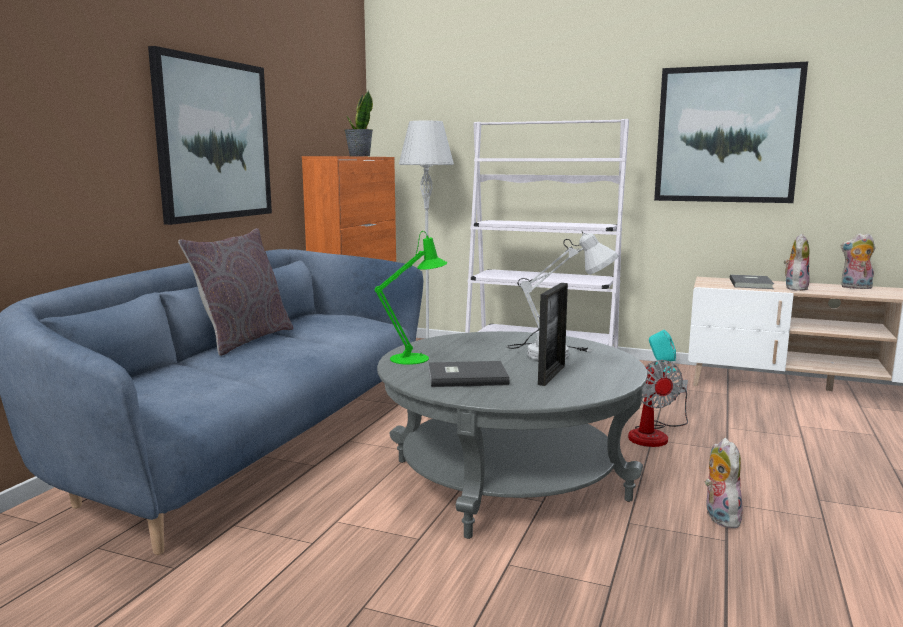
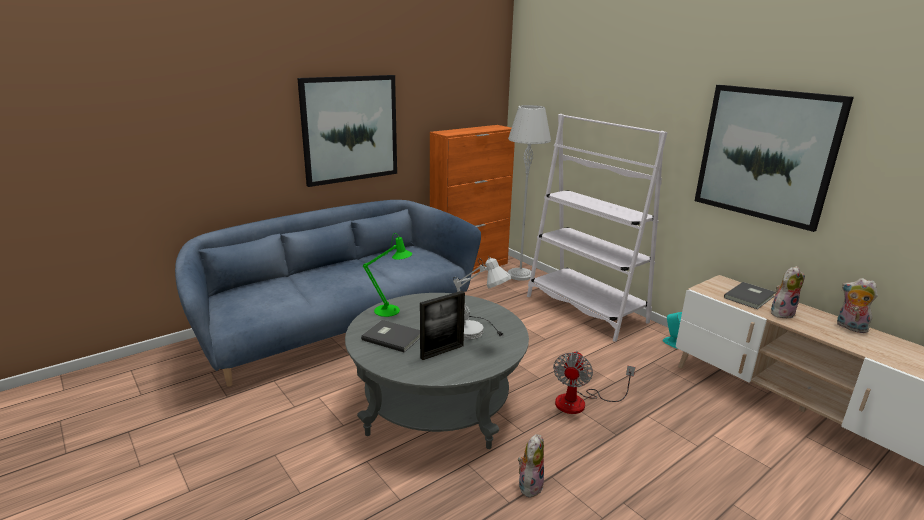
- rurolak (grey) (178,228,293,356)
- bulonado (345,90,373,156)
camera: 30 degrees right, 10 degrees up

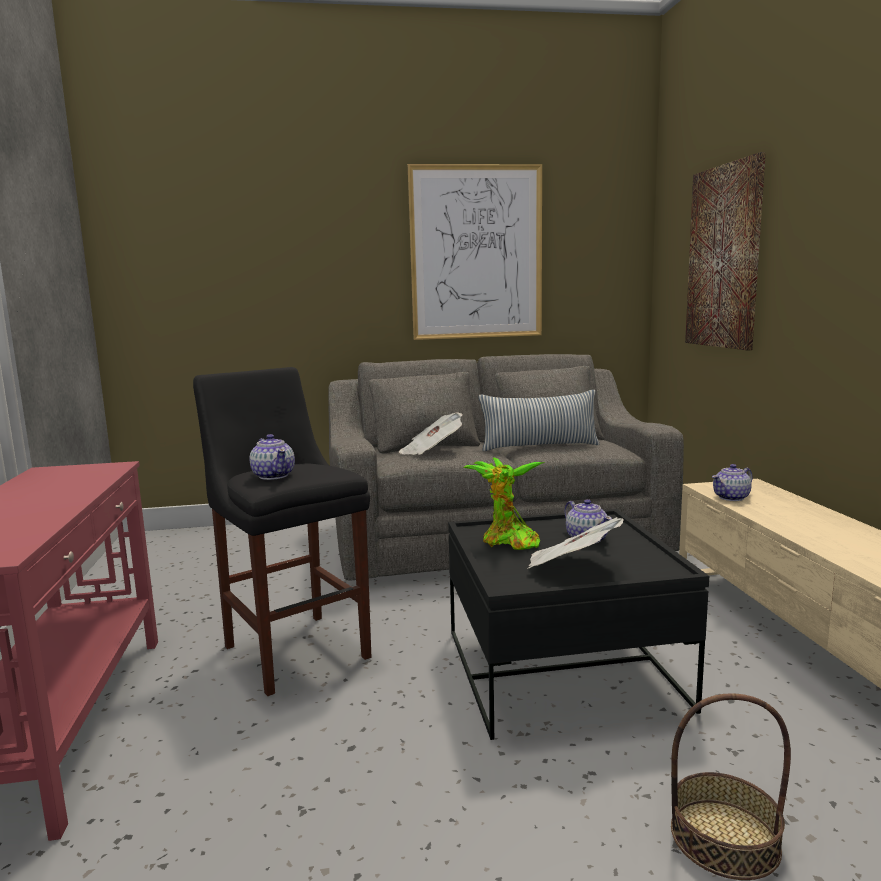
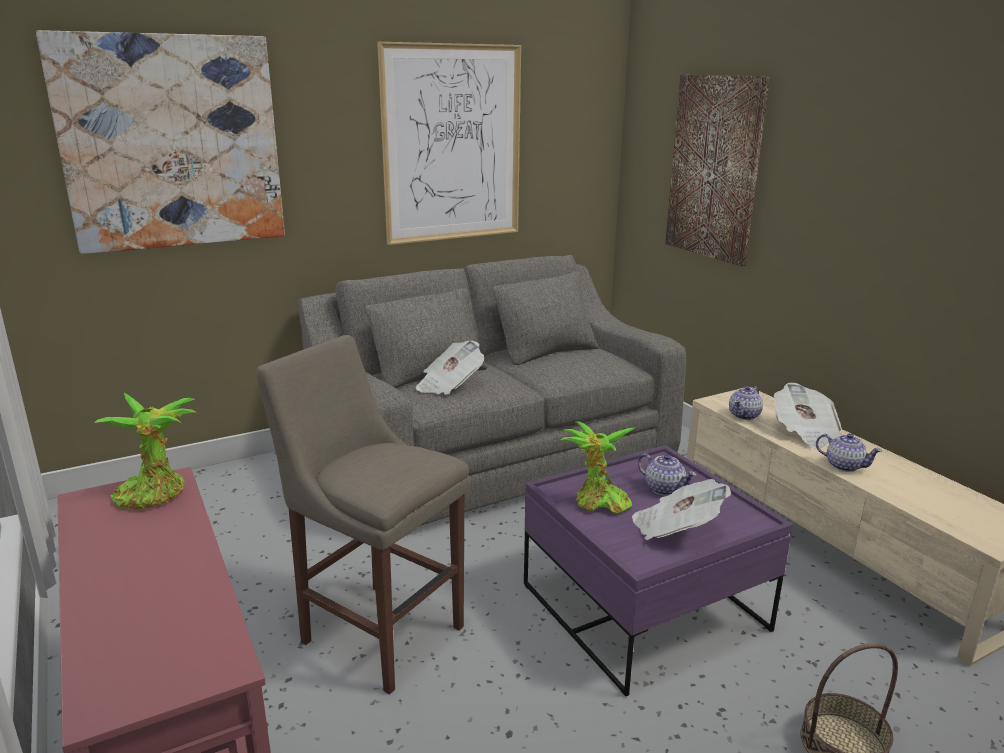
- rurolak (479,390,600,451)
+ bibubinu (36,30,285,254)
+ bulonado (94,393,196,510)
+ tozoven (774,383,842,449)
~ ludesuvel (249,434,295,480) to (816,433,882,472)
~ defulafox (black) (193,367,371,696) to defulafox (beige) (256,335,470,695)
~ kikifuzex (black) (448,509,709,740) to kikifuzex (purple) (524,445,793,696)
camera: 20 degrees left, 10 degrees up

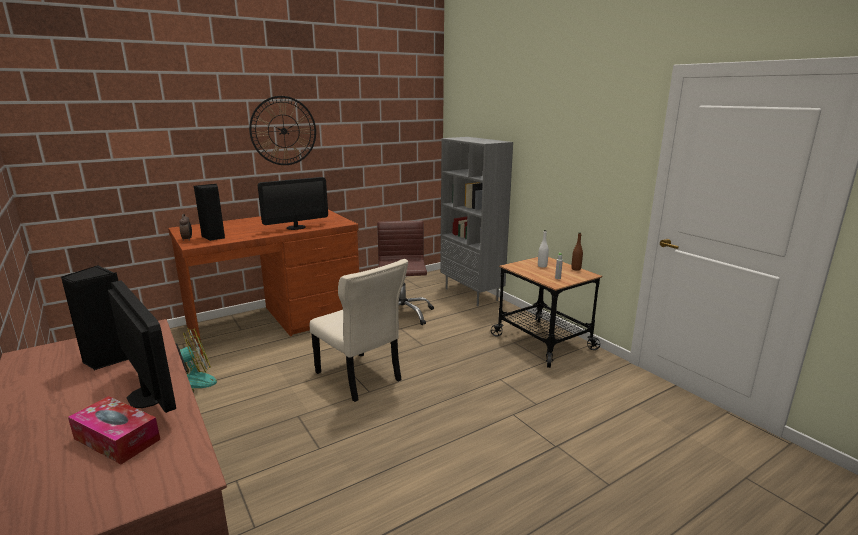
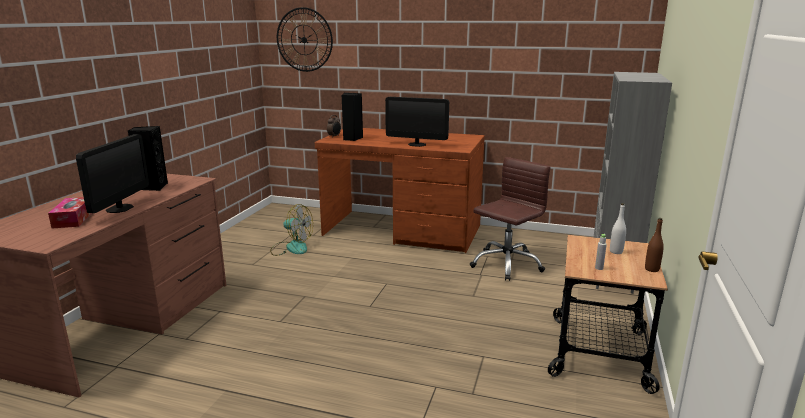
- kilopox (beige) (310,259,408,402)
~ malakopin (249,96,316,165) to (277,7,333,72)
camera: 50 degrees right, 0 degrees up

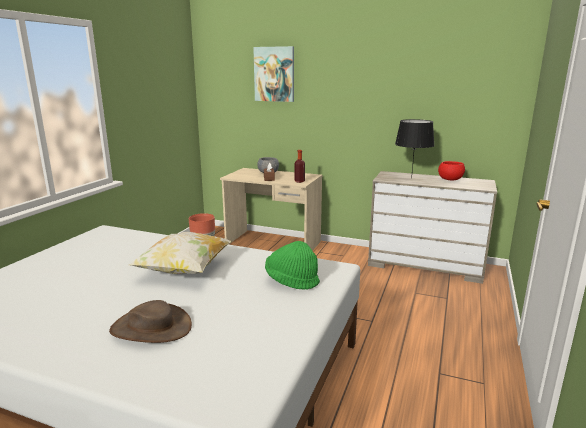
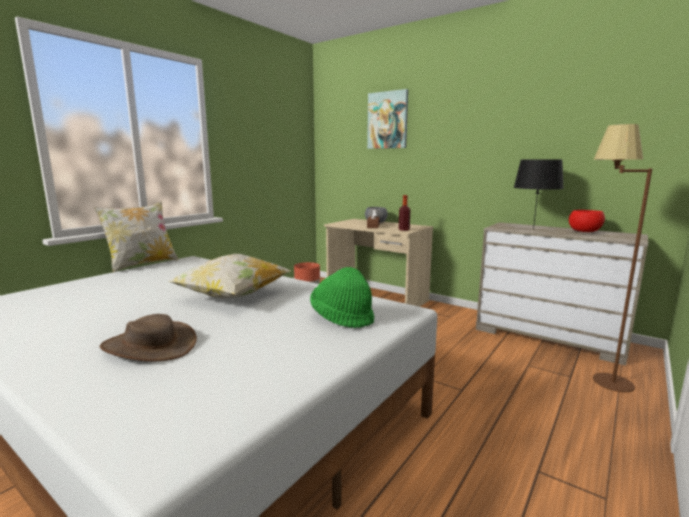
+ rurolak (94,202,178,273)
+ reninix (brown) (593,124,652,392)
camera: 15 degrees right, 5 degrees down

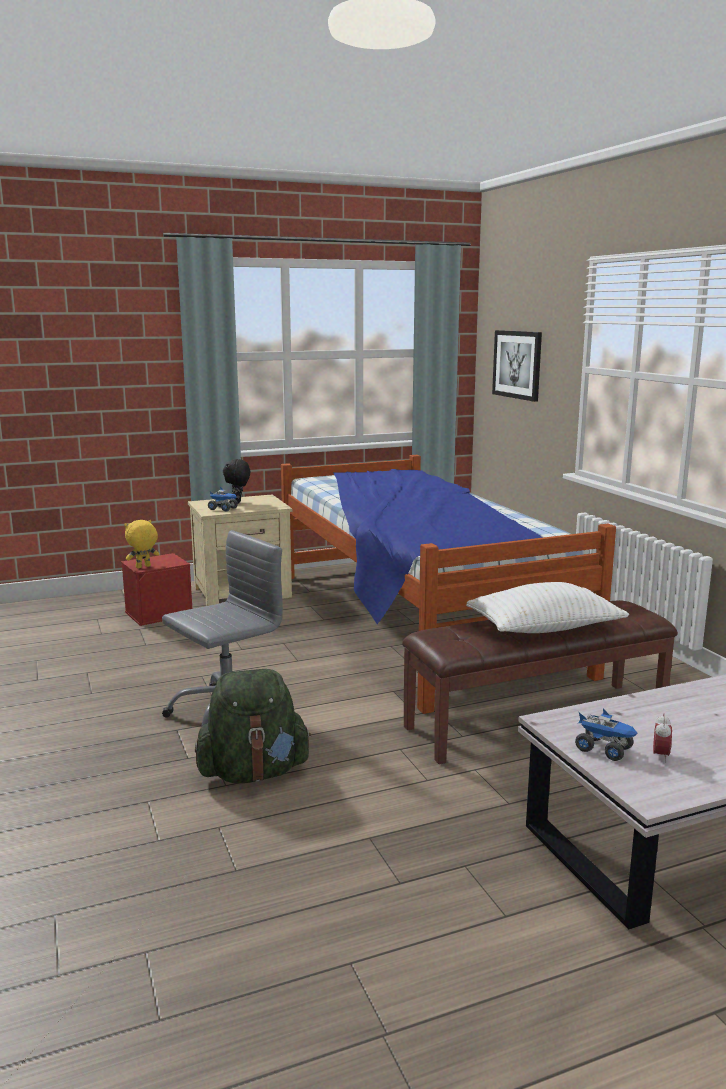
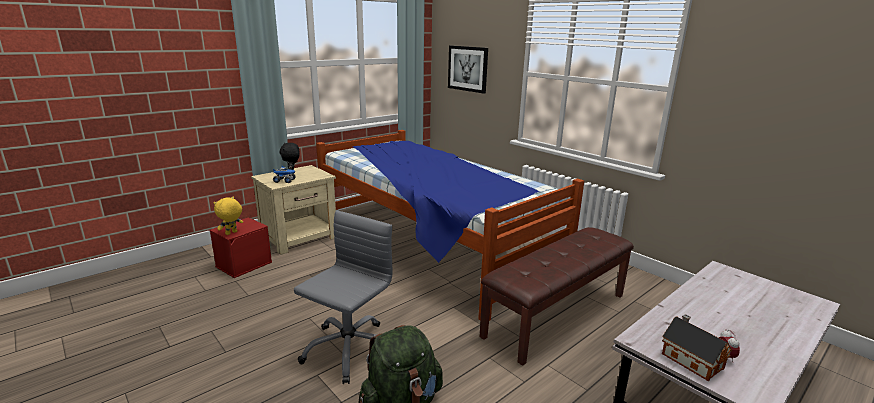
- rurolak (white) (466,582,629,633)
~ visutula (575,709,637,761) to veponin (662,314,732,381)
camera: 20 degrees left, 5 degrees up

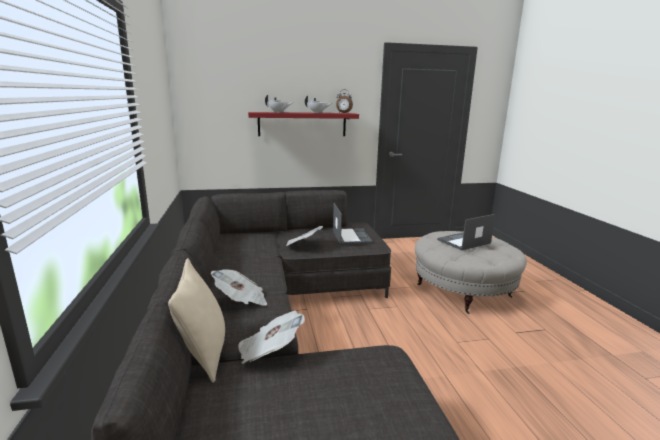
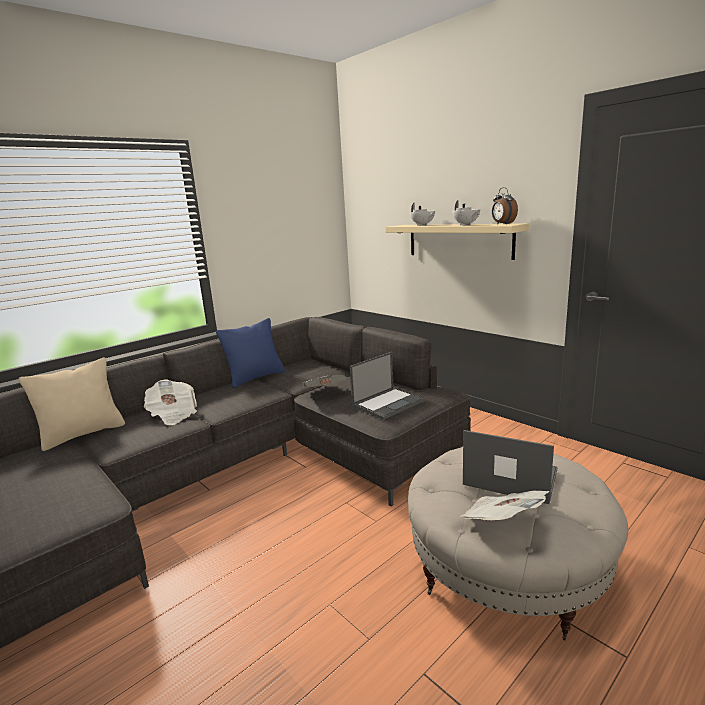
+ rurolak (blue) (216,318,285,388)
~ tozoven (238,310,305,364) to (459,490,549,520)
~ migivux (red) (248,112,359,136) to migivux (beige) (386,223,529,260)
camera: 60 degrees right, 0 degrees up

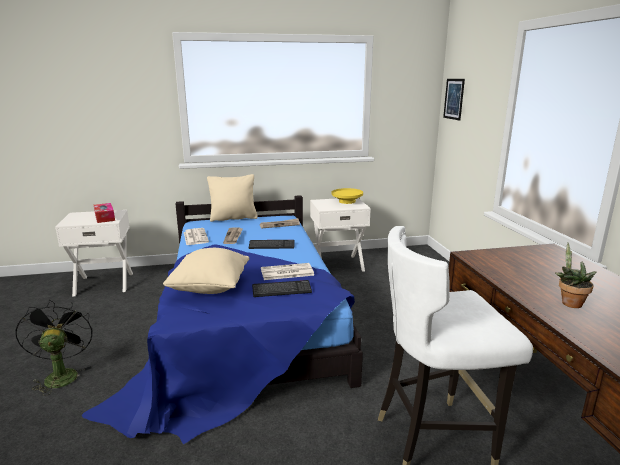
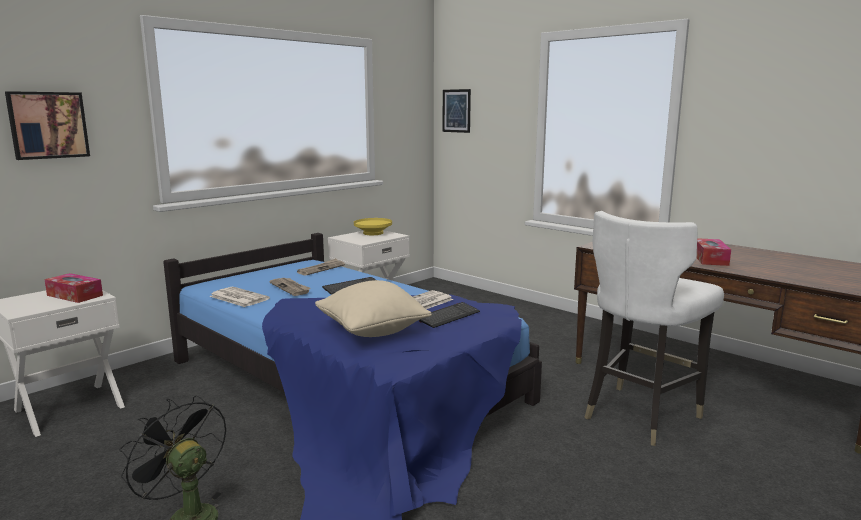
- rurolak (beige) (207,174,258,222)
+ bibubinu (5,91,90,160)
~ bulonado (555,242,596,308) to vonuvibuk (696,238,731,266)
camera: 35 degrees left, 5 degrees down

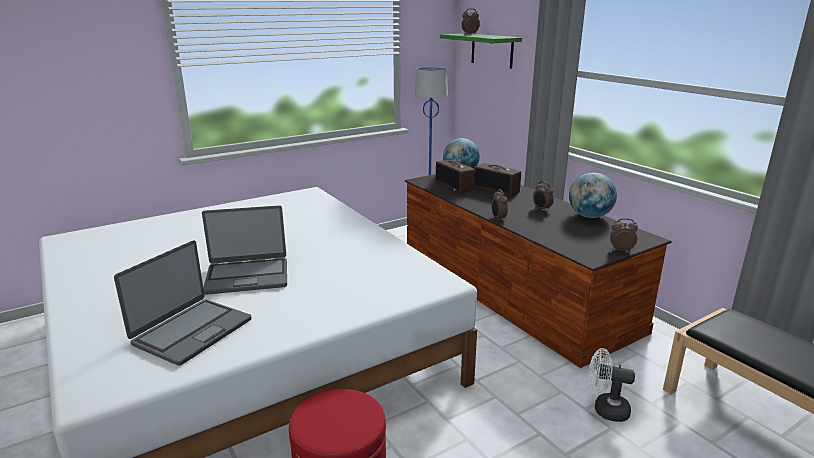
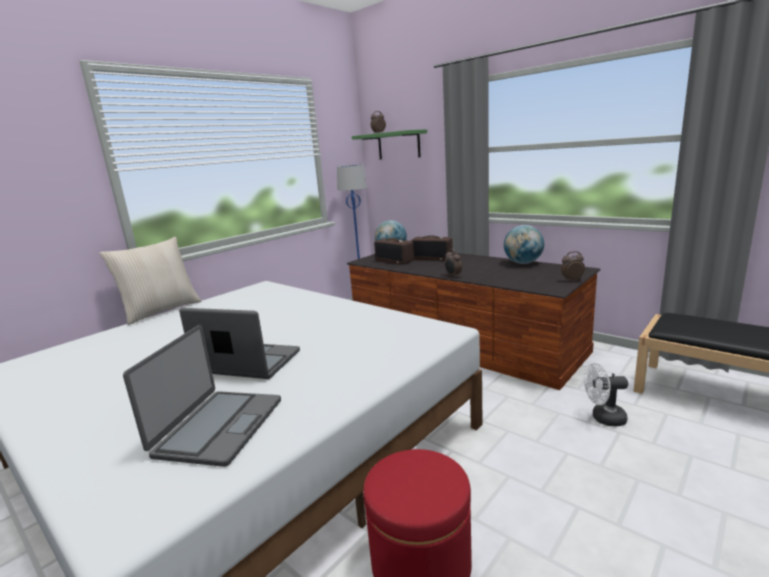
- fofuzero (533,181,554,212)
+ rurolak (beige) (99,237,202,325)
~ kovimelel (202,205,287,295) = (179,308,300,379) 135 degrees counterclockwise
camera: 15 degrees left, 5 degrees down

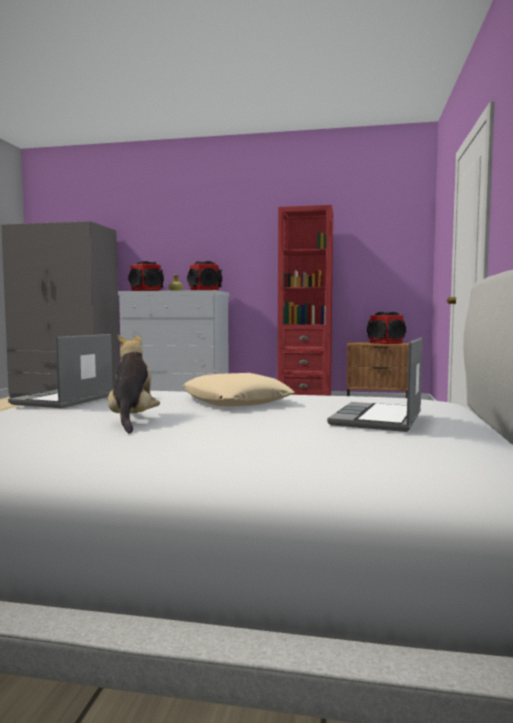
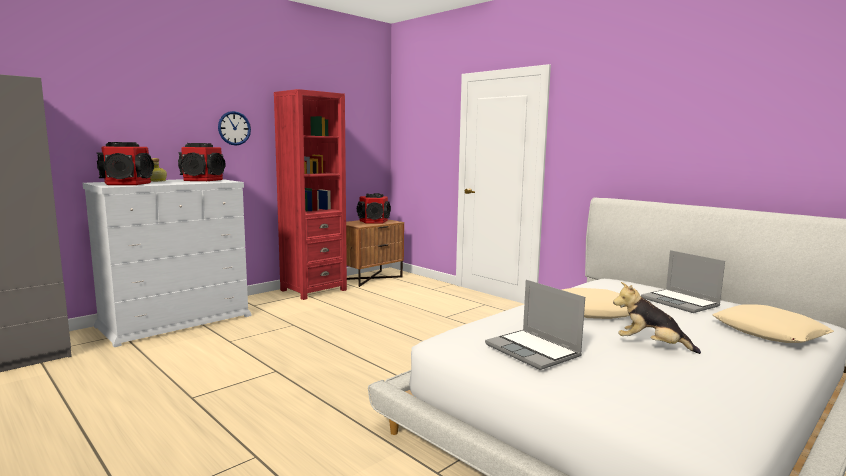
+ malakopin (218,111,251,146)
+ rurolak (beige) (712,304,834,343)
camera: 55 degrees left, 5 degrees up

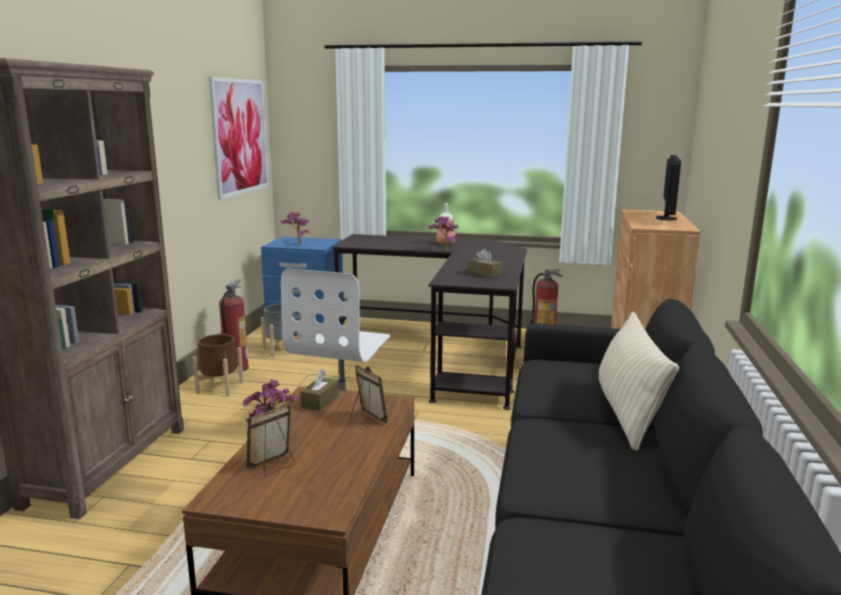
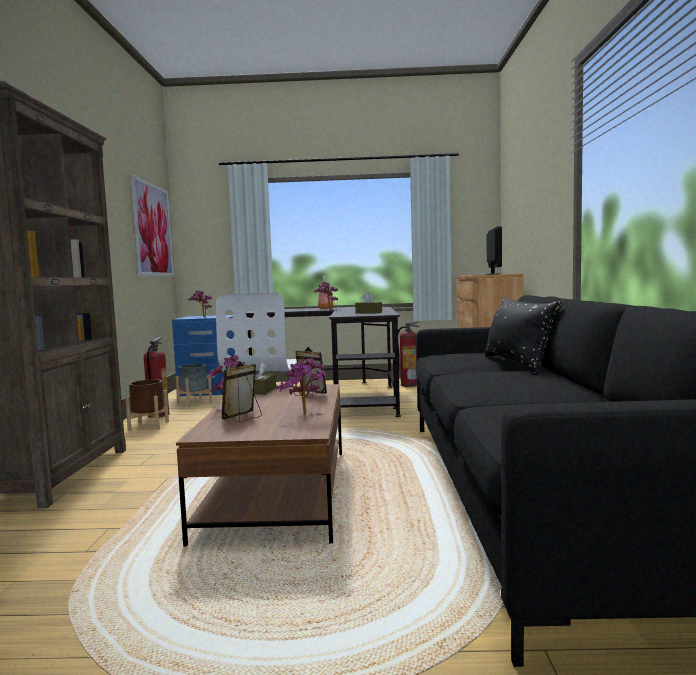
+ bulonado (276,358,326,414)
~ rurolak (beige) (599,312,679,451) to rurolak (black) (485,297,562,375)
camera: 10 degrees left, 10 degrees down

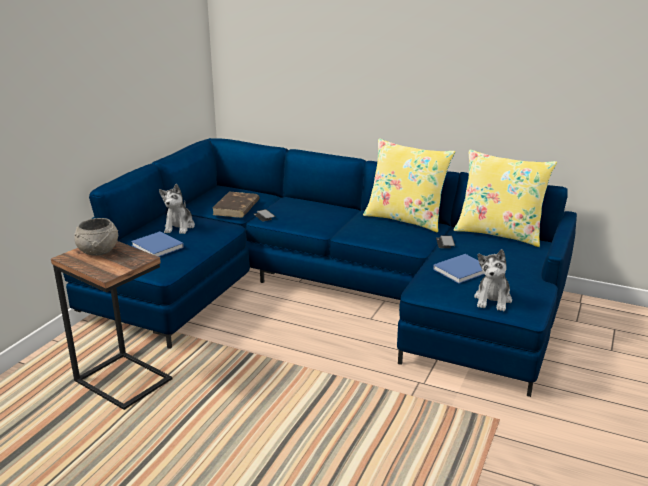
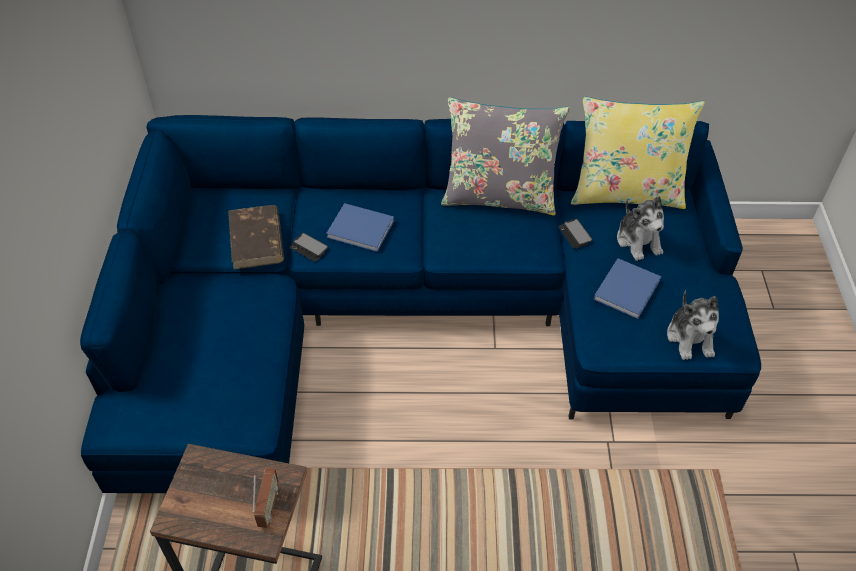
- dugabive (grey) (74,218,118,255)
+ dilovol (252,468,279,528)
~ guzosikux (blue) (131,231,184,257) to (326,203,394,252)
~ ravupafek (159,184,195,234) to (617,196,664,261)
~ rurolak (yellow) (363,138,455,233) to rurolak (grey) (441,97,570,215)
camera: 25 degrees left, 25 degrees up

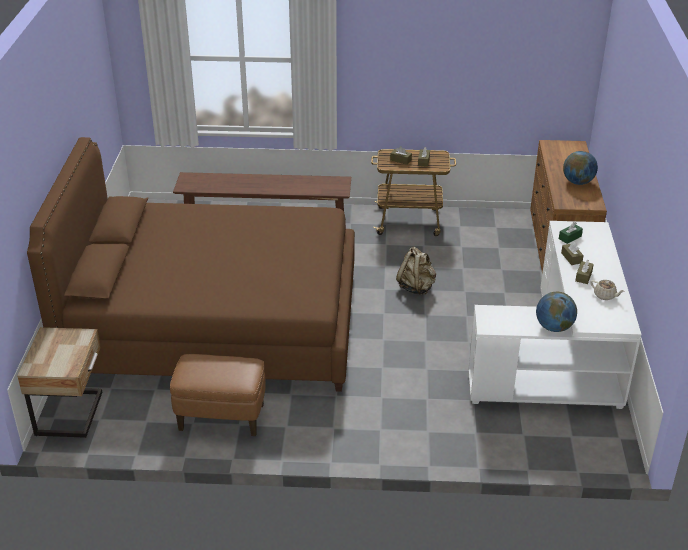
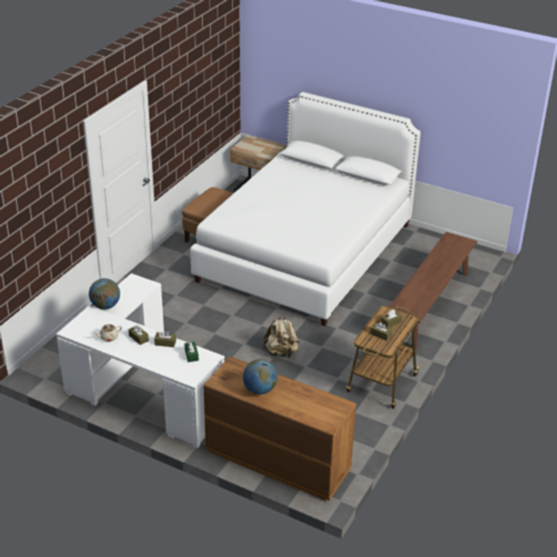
~ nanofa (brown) (27,137,355,392) to nanofa (white) (190,92,421,326)
camera: 115 degrees right, 0 degrees up

